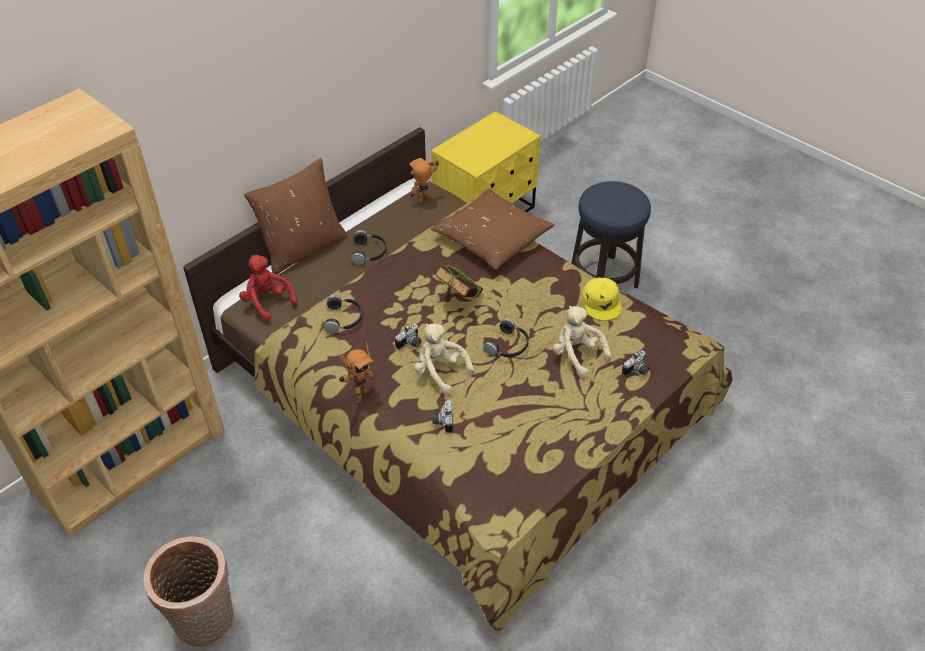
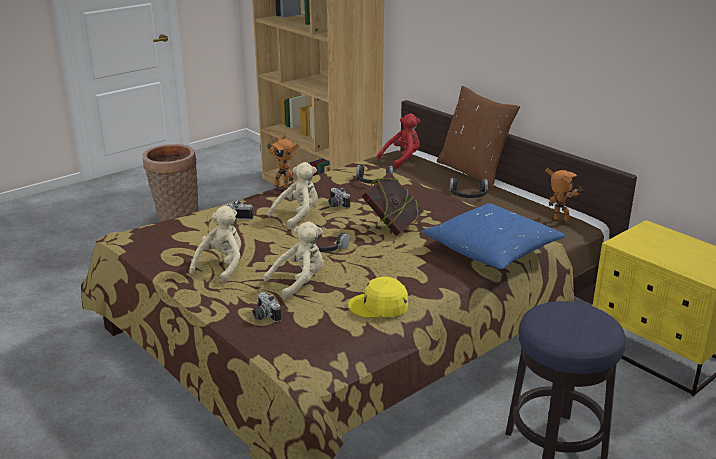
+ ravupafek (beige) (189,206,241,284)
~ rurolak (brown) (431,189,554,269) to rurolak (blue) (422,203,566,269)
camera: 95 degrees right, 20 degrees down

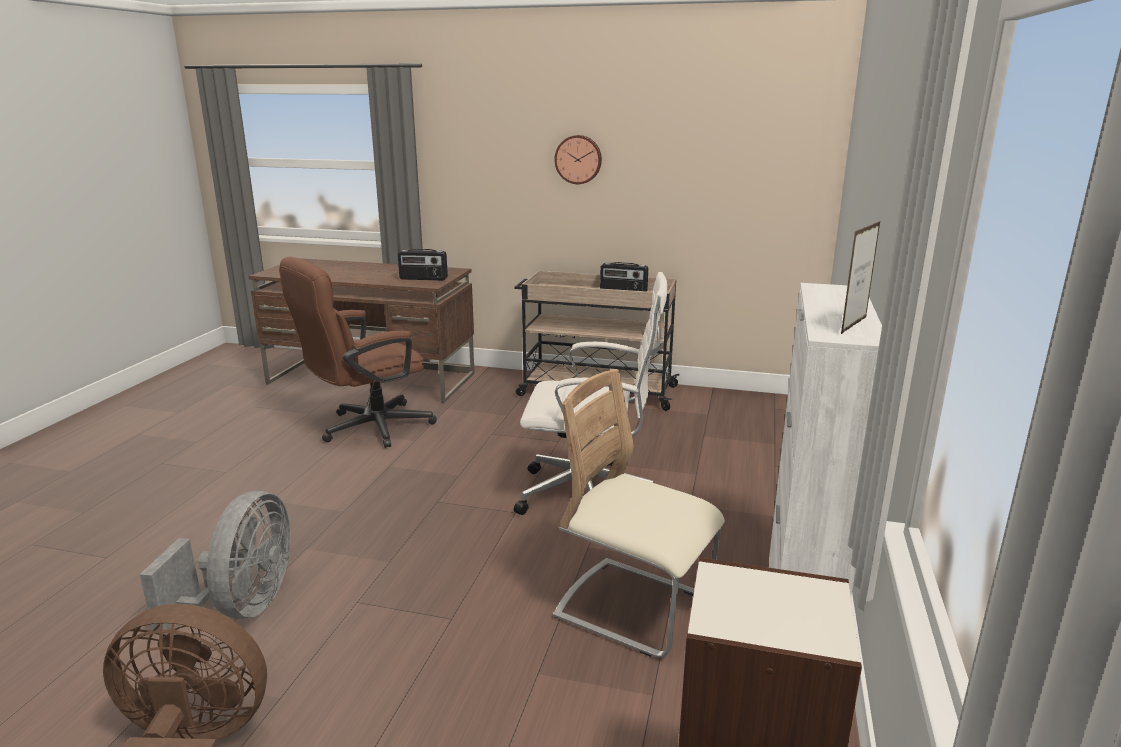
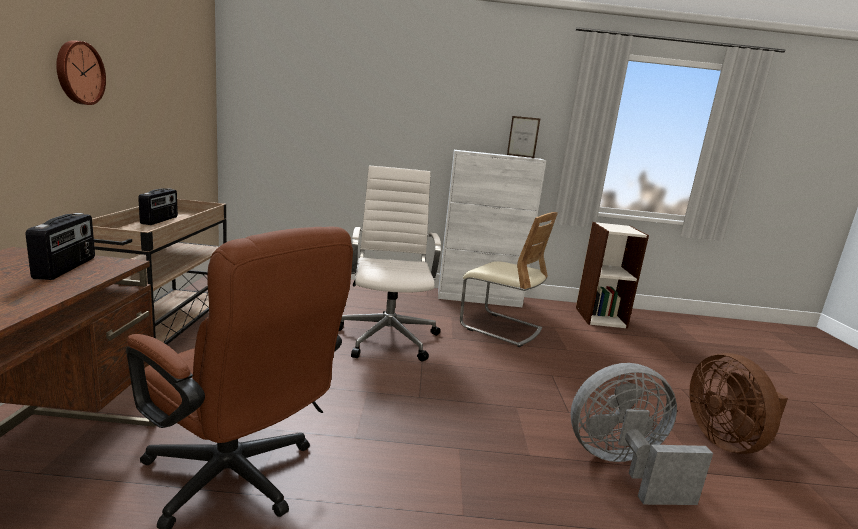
~ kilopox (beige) (553,369,725,658) = (460,212,558,347) 75 degrees counterclockwise
camera: 105 degrees left, 5 degrees down

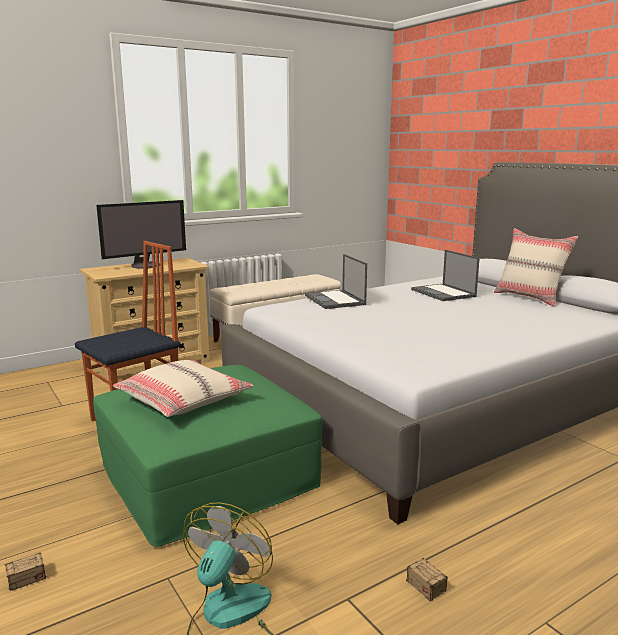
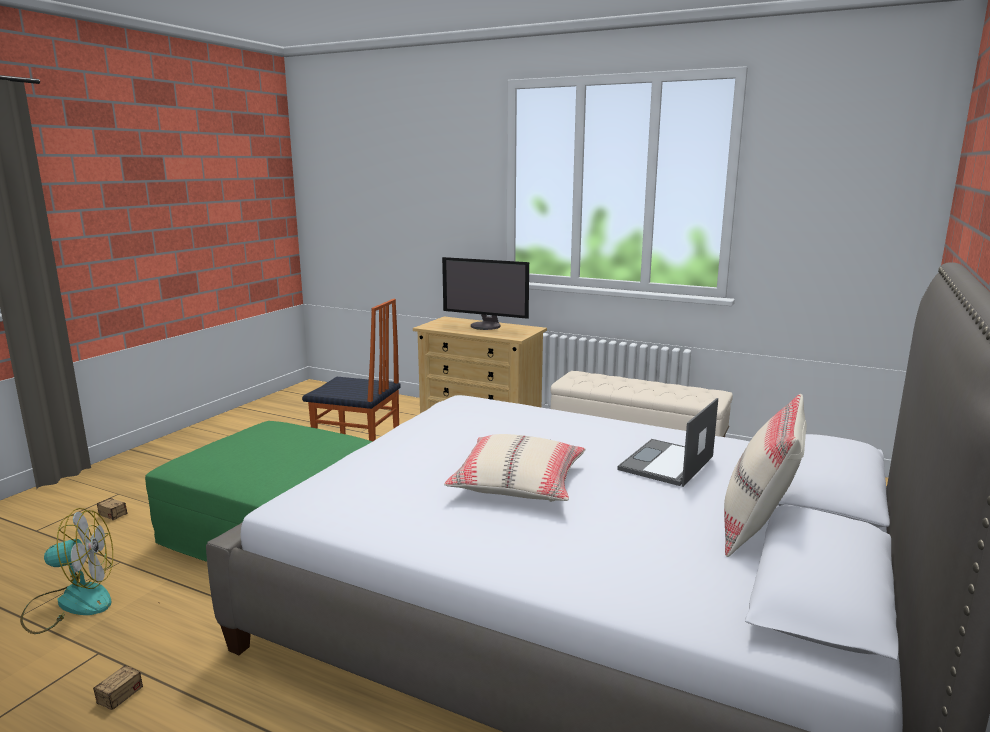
- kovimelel (305,254,367,309)
~ rurolak (beige) (113,360,254,417) to (444,434,585,502)
camera: 60 degrees right, 0 degrees up

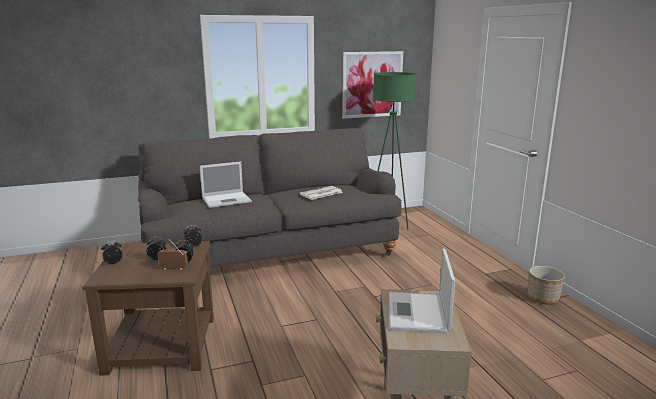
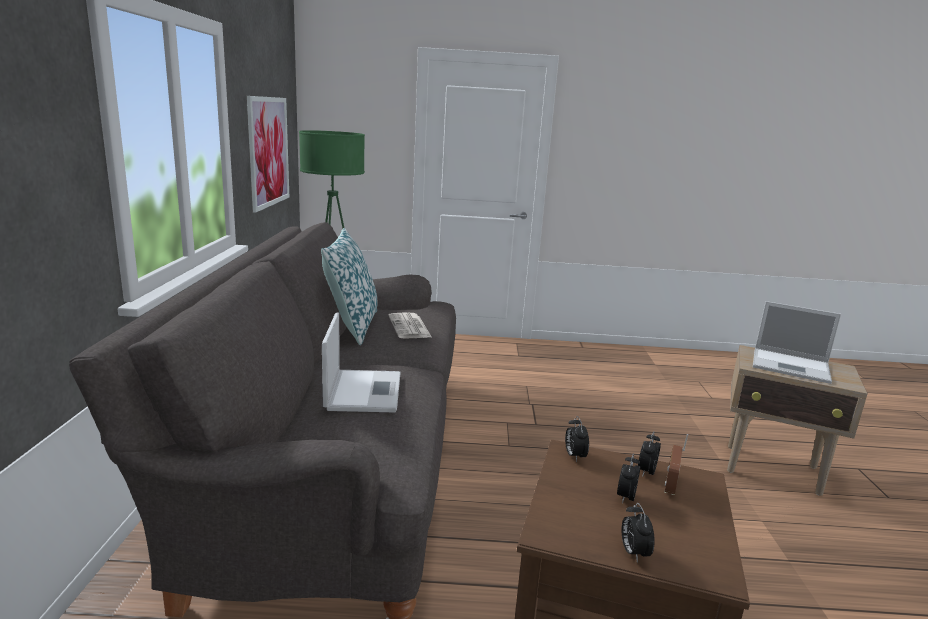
- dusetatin (528,266,565,305)
+ rurolak (321,228,377,345)
camera: 70 degrees left, 0 degrees up

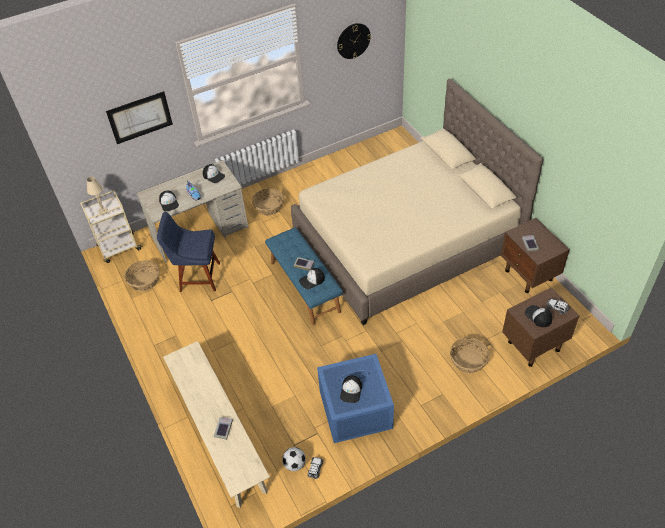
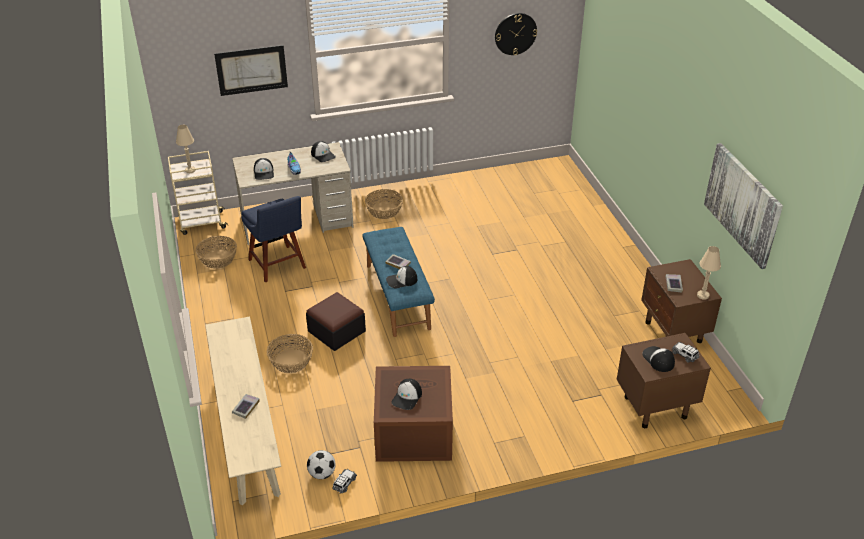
- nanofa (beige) (291,79,543,325)
+ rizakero (306,292,366,351)
+ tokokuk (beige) (697,246,721,300)
+ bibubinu (704,143,783,269)
~ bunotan (450,337,490,373) to (267,334,313,373)
~ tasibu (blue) (317,354,394,443) to tasibu (brown) (374,366,453,462)
~ kilopox (blue) (157,212,220,292) = (241,196,306,282) 135 degrees counterclockwise
camera: 10 degrees right, 10 degrees down

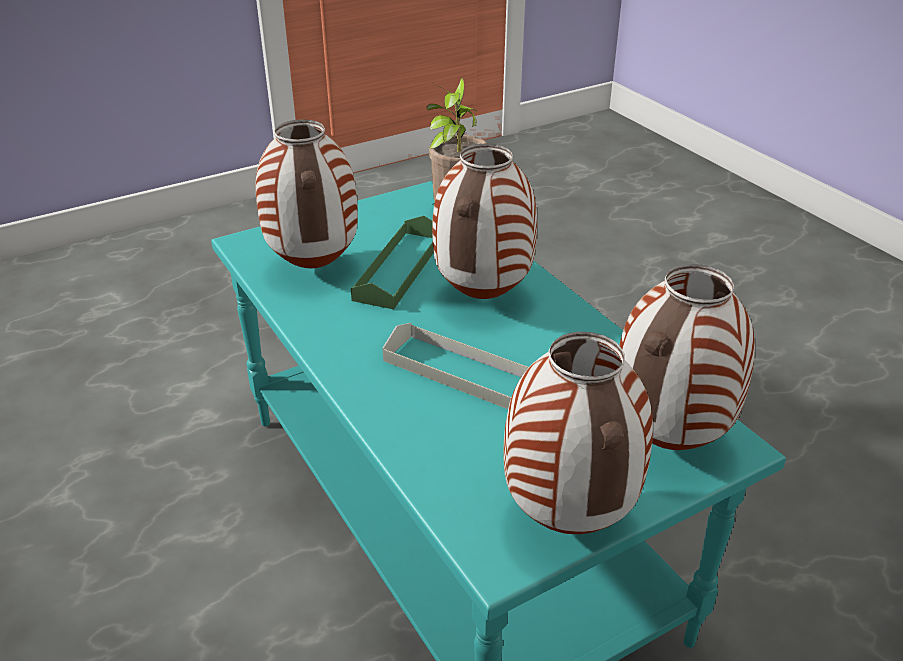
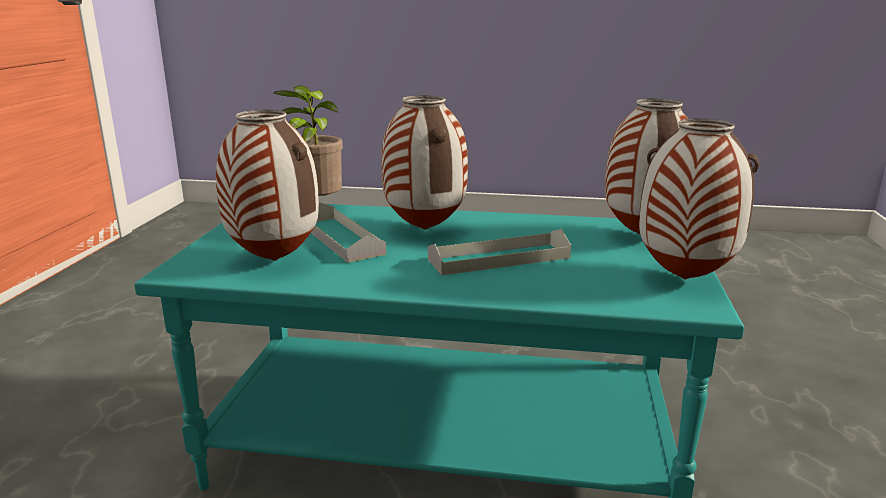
~ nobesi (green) (351,216,434,309) to nobesi (grey) (311,202,386,263)
camera: 50 degrees left, 15 degrees down

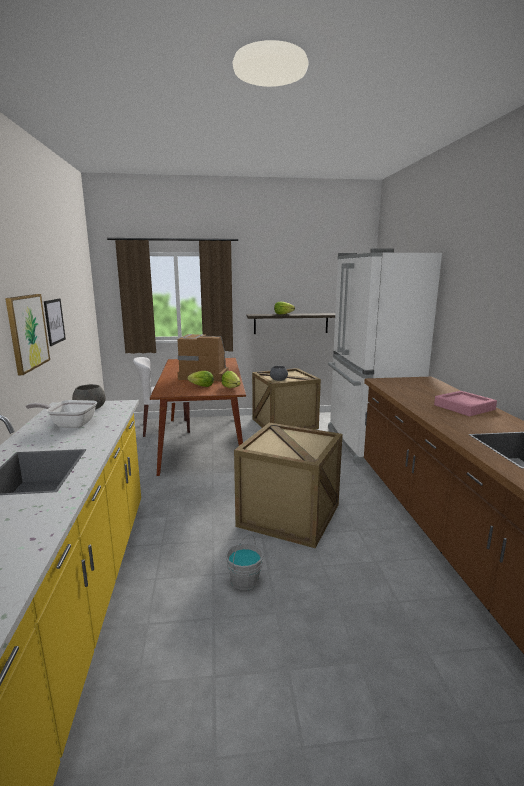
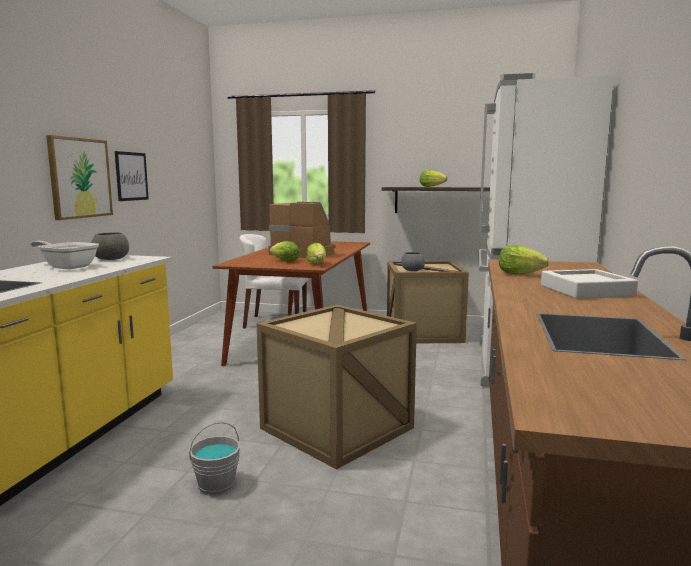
+ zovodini (499,245,549,275)
~ nobesi (pink) (434,391,497,416) to nobesi (white) (541,269,638,299)
camera: 20 degrees right, 5 degrees down

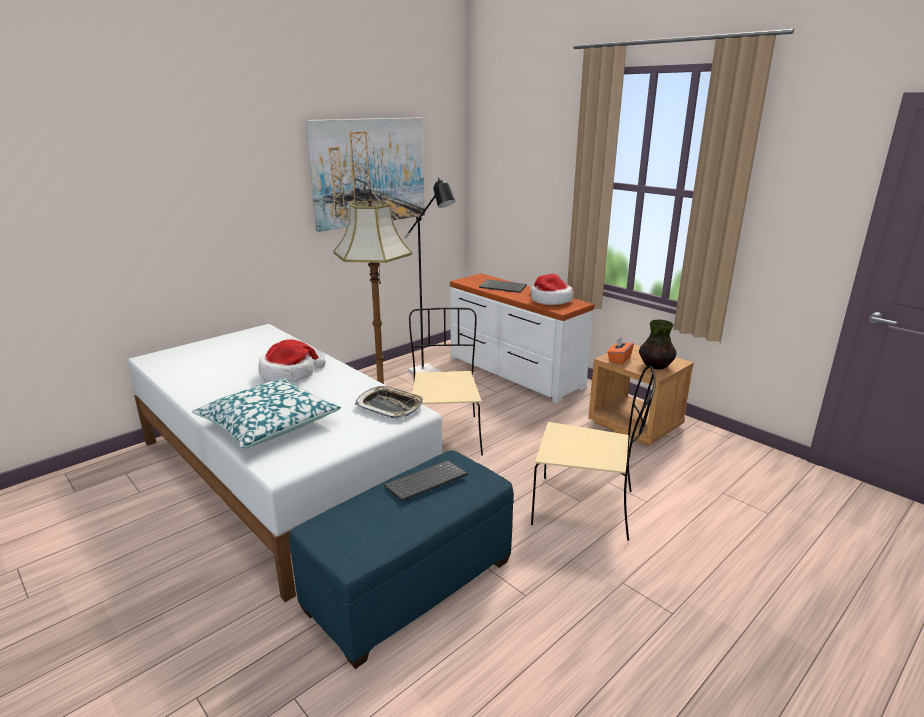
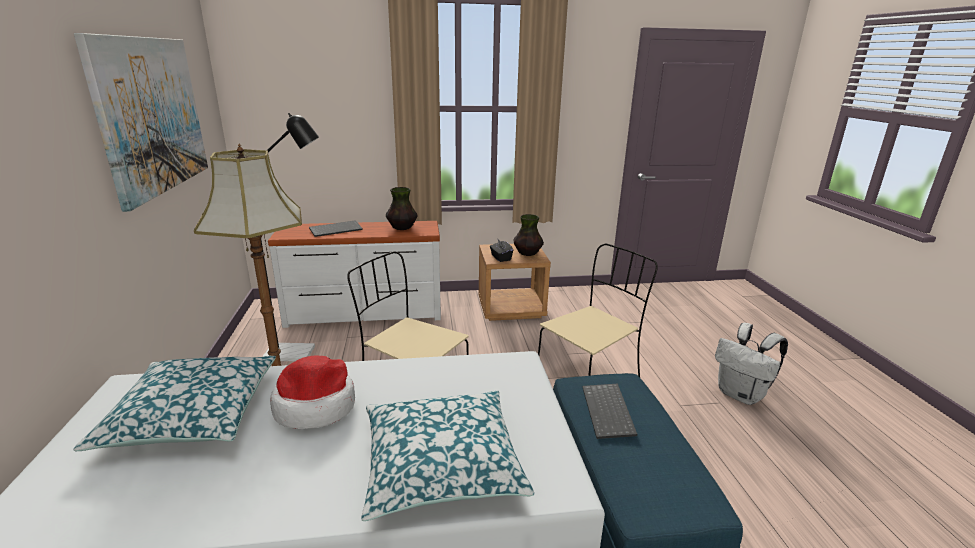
- nobesi (355,386,423,419)
+ rurolak (73,356,276,451)
+ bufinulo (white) (715,323,788,405)
~ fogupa (530,274,573,305) to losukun (386,187,418,230)
~ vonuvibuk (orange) (607,337,634,364) to vonuvibuk (black) (490,240,513,262)
camera: 55 degrees left, 0 degrees up

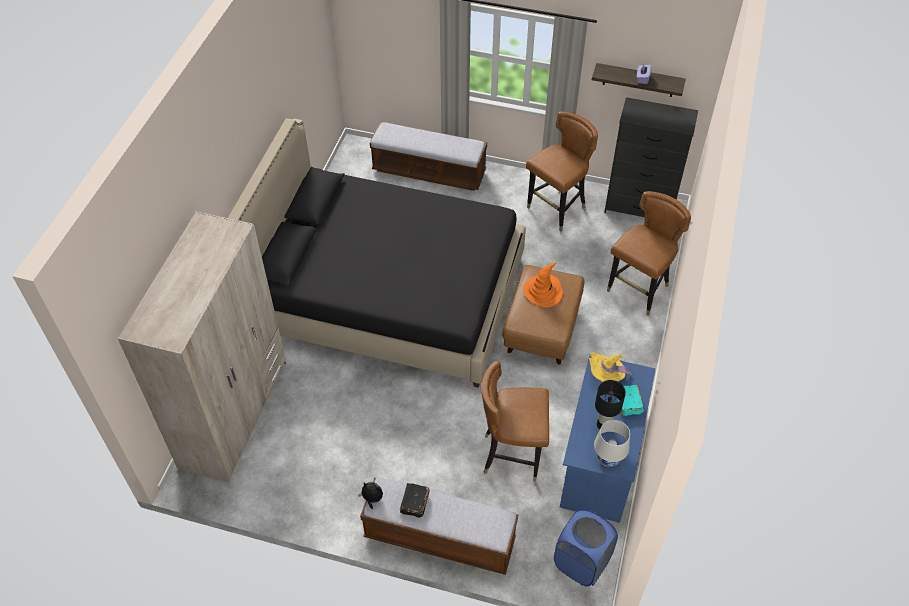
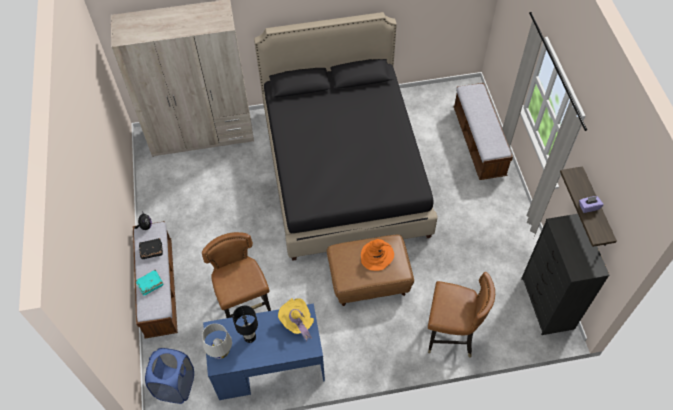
- kilopox (brown) (526,111,598,232)
~ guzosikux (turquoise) (617,385,644,416) to (136,270,163,295)
camera: 65 degrees right, 5 degrees up

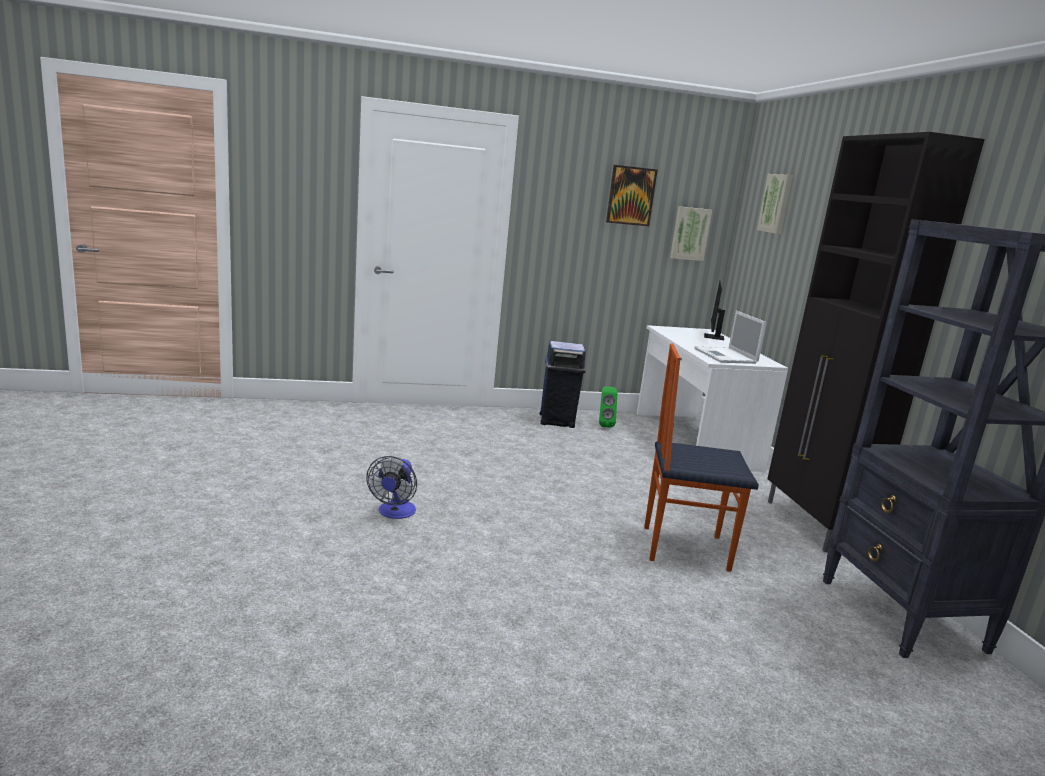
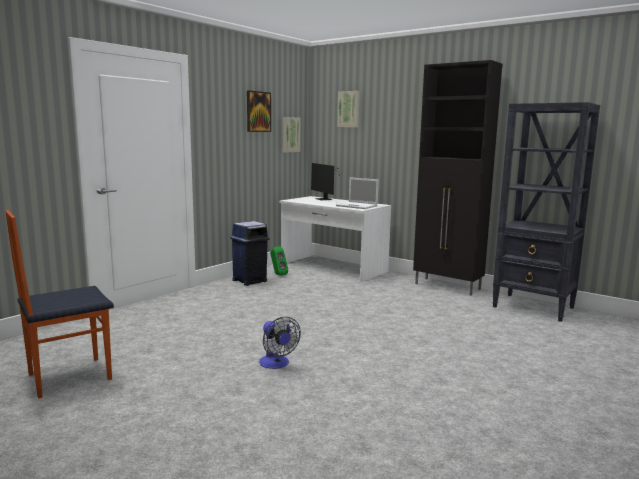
~ kilopox (644,344,759,572) to (5,210,114,398)
camera: 40 degrees left, 5 degrees down

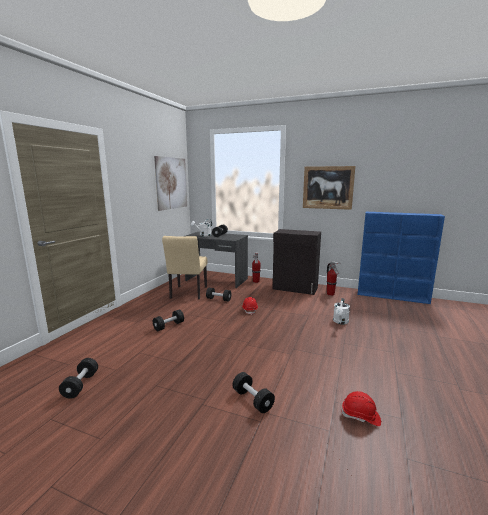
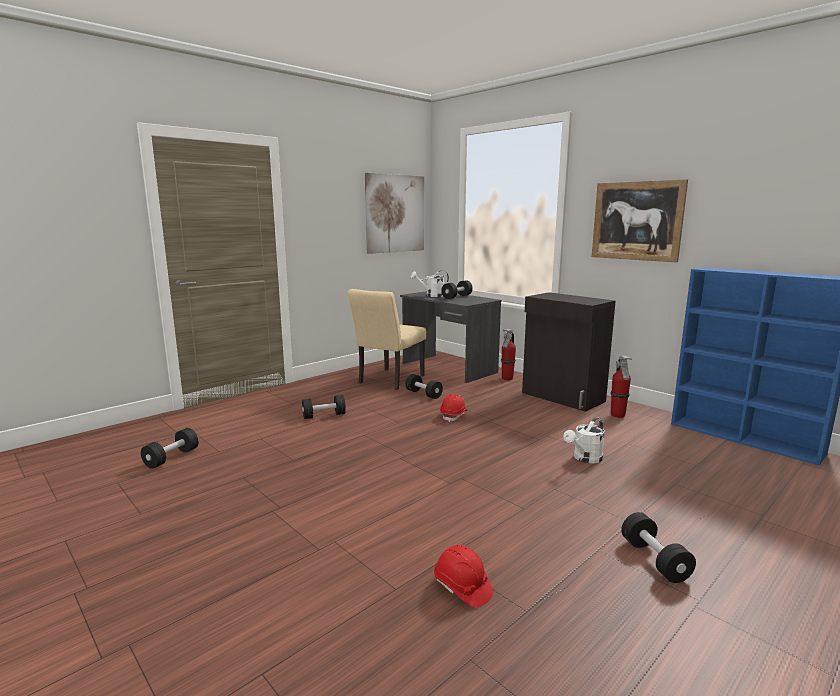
~ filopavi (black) (232,372,275,413) to (621,512,696,583)
camera: 25 degrees right, 0 degrees up

